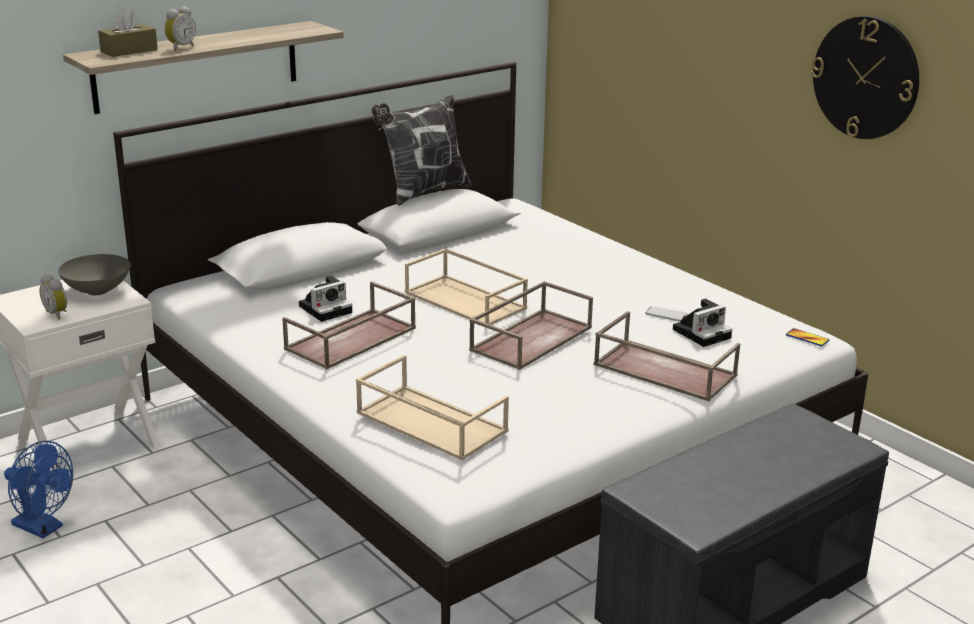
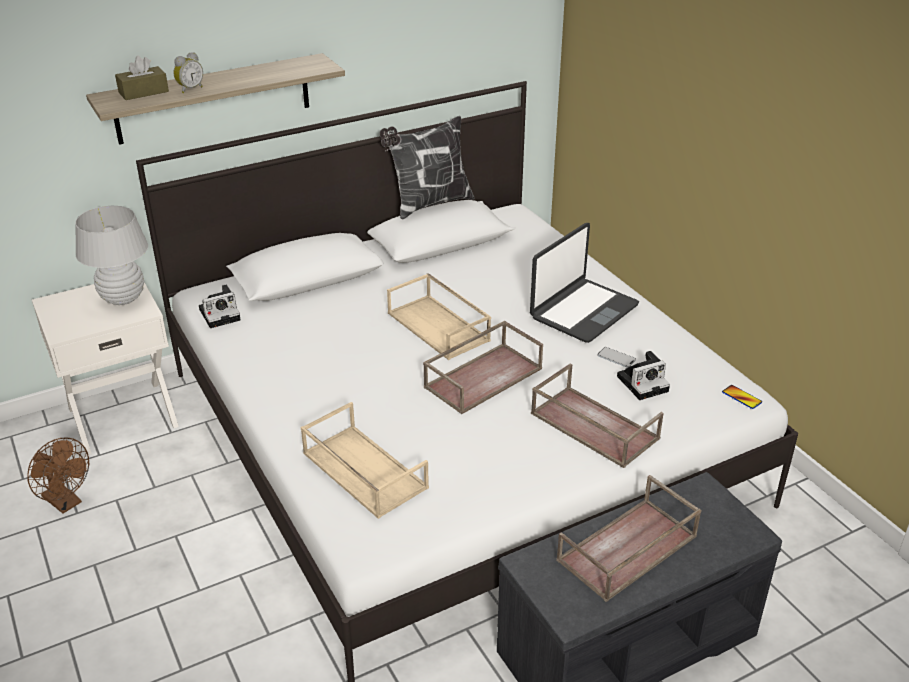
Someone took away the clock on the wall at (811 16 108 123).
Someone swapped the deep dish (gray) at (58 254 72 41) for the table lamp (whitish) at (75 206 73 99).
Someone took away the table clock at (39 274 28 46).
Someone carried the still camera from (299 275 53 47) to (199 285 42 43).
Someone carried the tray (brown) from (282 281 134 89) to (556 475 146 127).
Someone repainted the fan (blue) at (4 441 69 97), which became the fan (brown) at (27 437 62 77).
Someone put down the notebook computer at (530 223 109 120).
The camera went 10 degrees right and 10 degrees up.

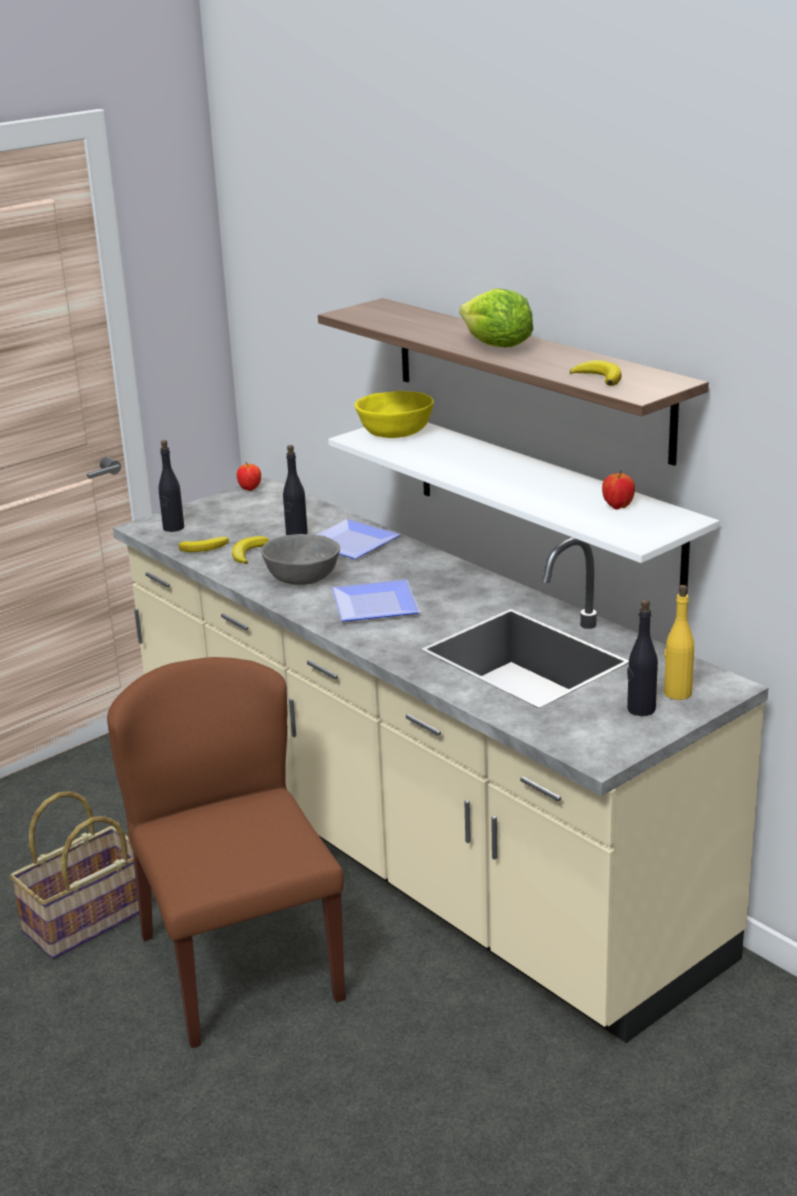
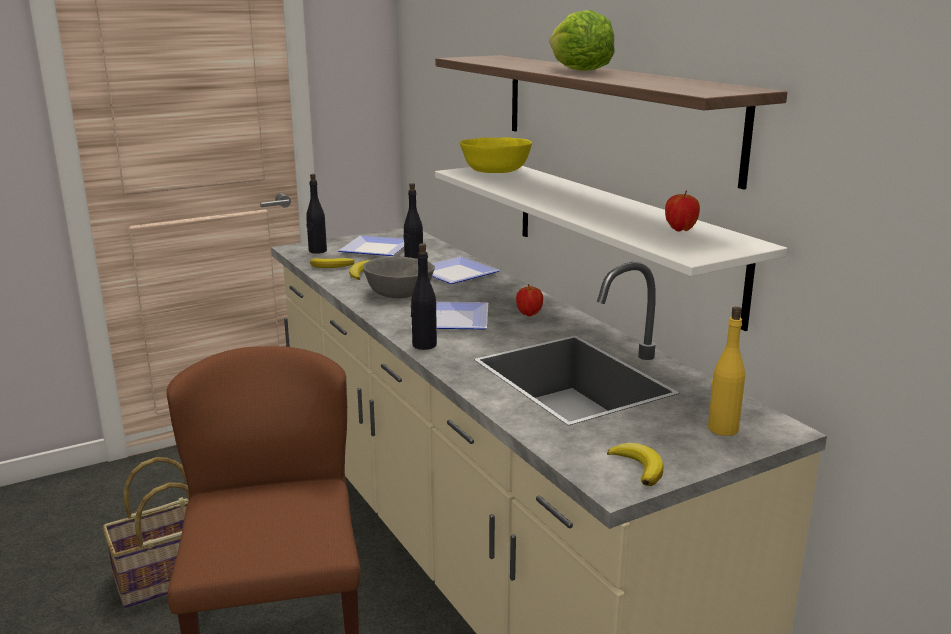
Someone carried the whole banana from (570 360 51 26) to (607 443 57 43).
Someone carried the apple fruit from (237 462 24 29) to (516 284 27 32).
Someone carried the beverage bottle (black-coloured) from (627 599 31 117) to (410 243 27 107).
Someone put down the flat dish at (338 235 66 21).
The camera went 10 degrees right and 5 degrees down.

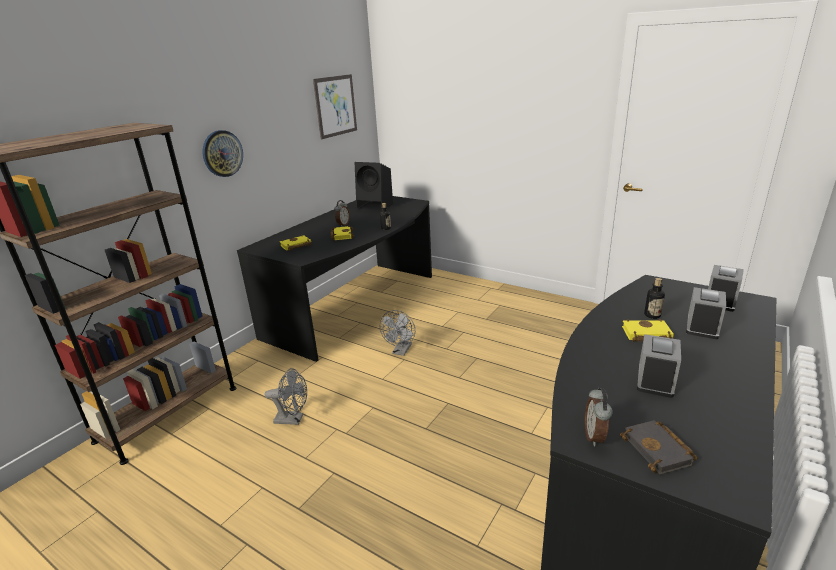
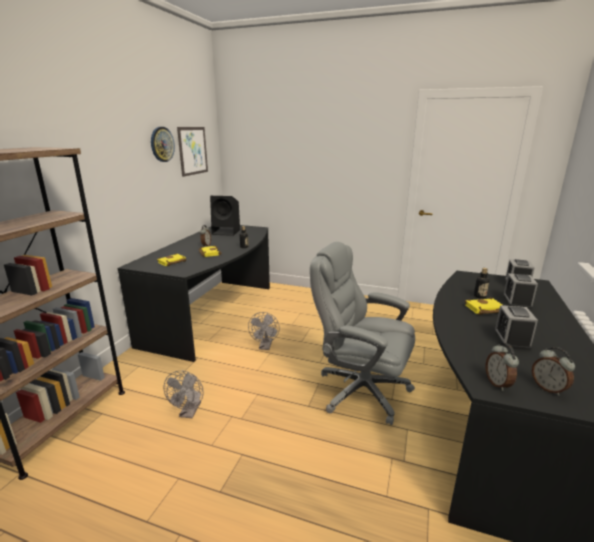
Someone carried the clock on the wall from (203 130 40 47) to (151 127 24 35).
Someone rotated the fan (gray) at (265 368 42 57) by 105 degrees clockwise.
Someone swapped the bound book (black-coloured) at (620 420 78 55) for the table clock at (532 347 43 49).
Someone put down the desk chair (gray) at (310 242 105 183).
The camera went 15 degrees left and 5 degrees down.

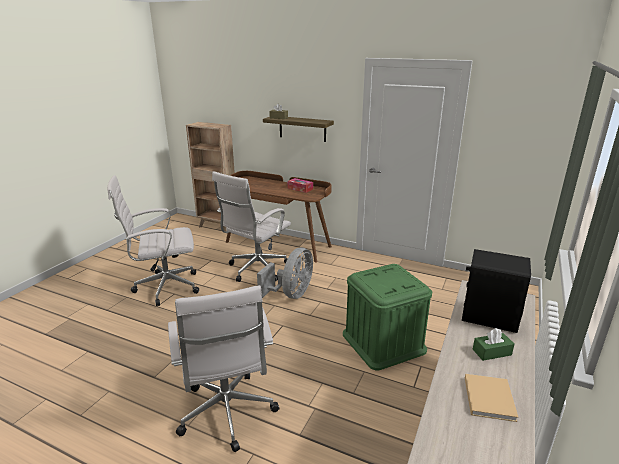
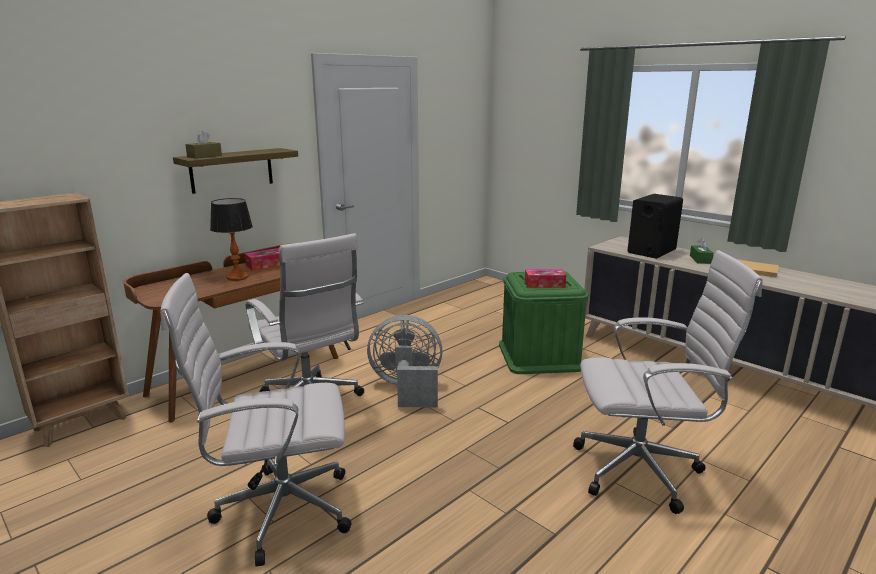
Someone rotated the desk chair (whitish) at (107 175 92 131) by 75 degrees clockwise.
Someone rotated the fan (gray) at (257 248 56 51) by 45 degrees counterclockwise.
Someone put down the table lamp at (210 198 43 83).
Someone put down the tissue holder at (525 269 41 19).
The camera went 70 degrees left and 5 degrees down.

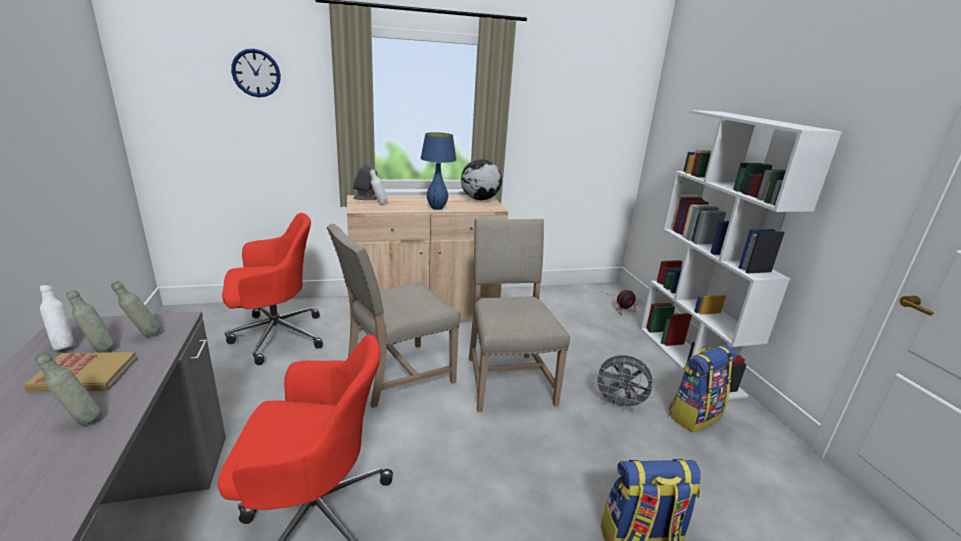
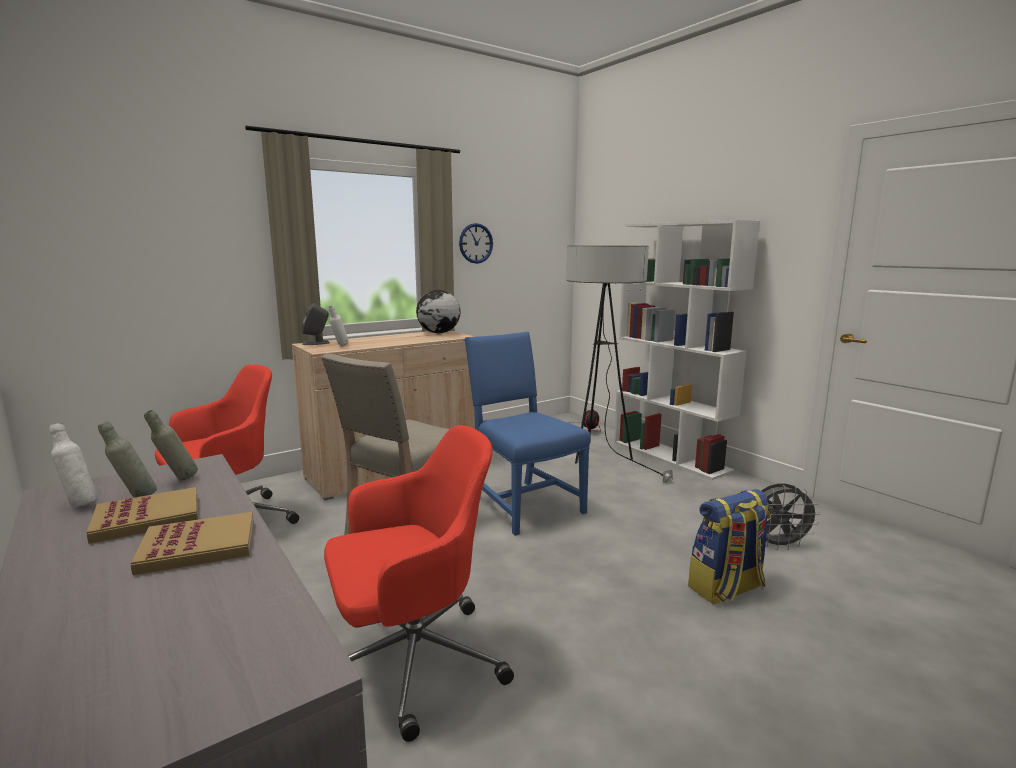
Someone carried the clock on the wall from (231 49 50 48) to (459 223 34 41).
Someone took away the table lamp (blue) at (420 132 36 78).
Someone repainted the chair (beige-coloured) at (469 219 101 193), which became the chair (blue) at (464 332 127 204).
Someone took away the rucksack at (669 345 67 88).
Someone swapped the beverage bottle (gray) at (35 352 67 73) for the bound book at (131 512 123 64).
Someone carried the fan (gray) from (593 355 63 56) to (761 484 60 66).
Someone put down the standard lamp at (566 246 109 238).
The camera went 20 degrees left and 10 degrees down.

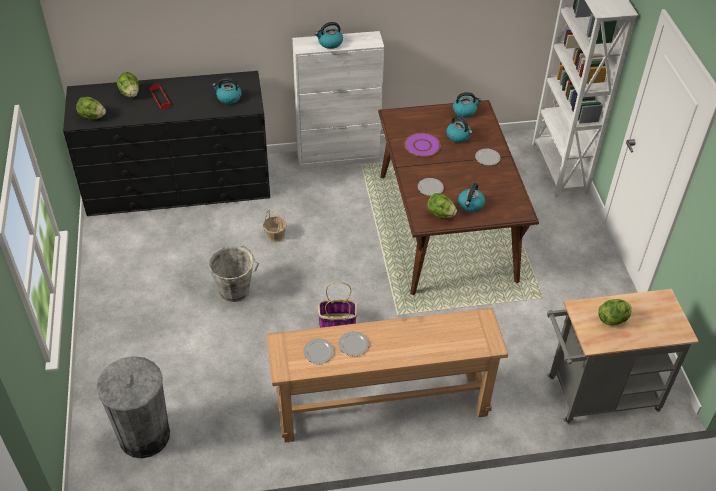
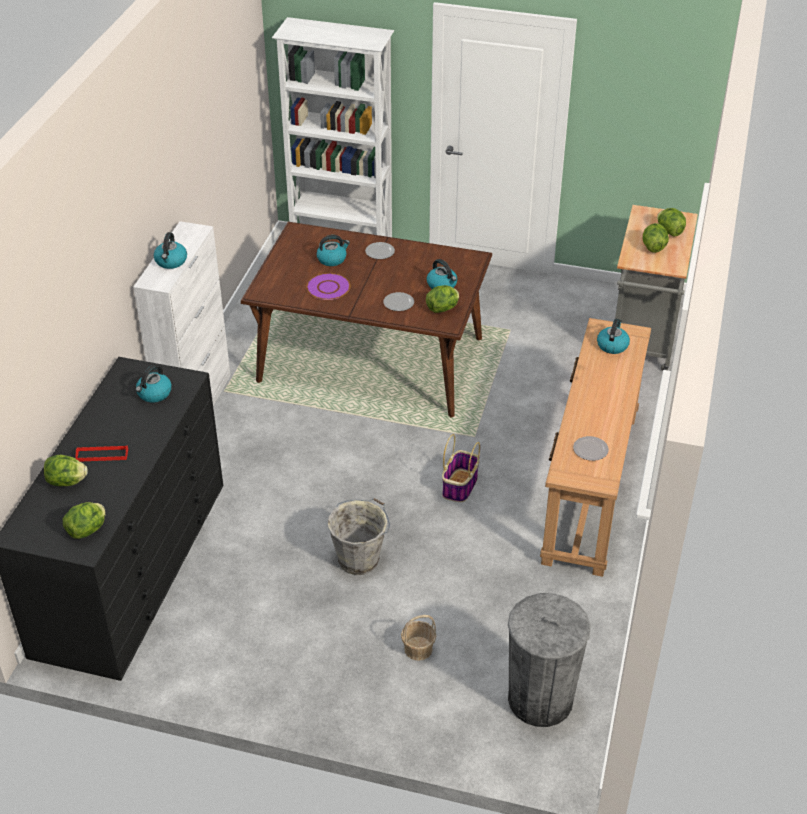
Someone carried the water kettle from (453 92 29 26) to (597 319 33 35).
Someone carried the household basket from (263 209 24 33) to (401 615 35 46).
Someone took away the flat dish at (338 331 31 25).
Someone put down the lettuce at (657 208 29 29).
The camera went 65 degrees left and 5 degrees down.

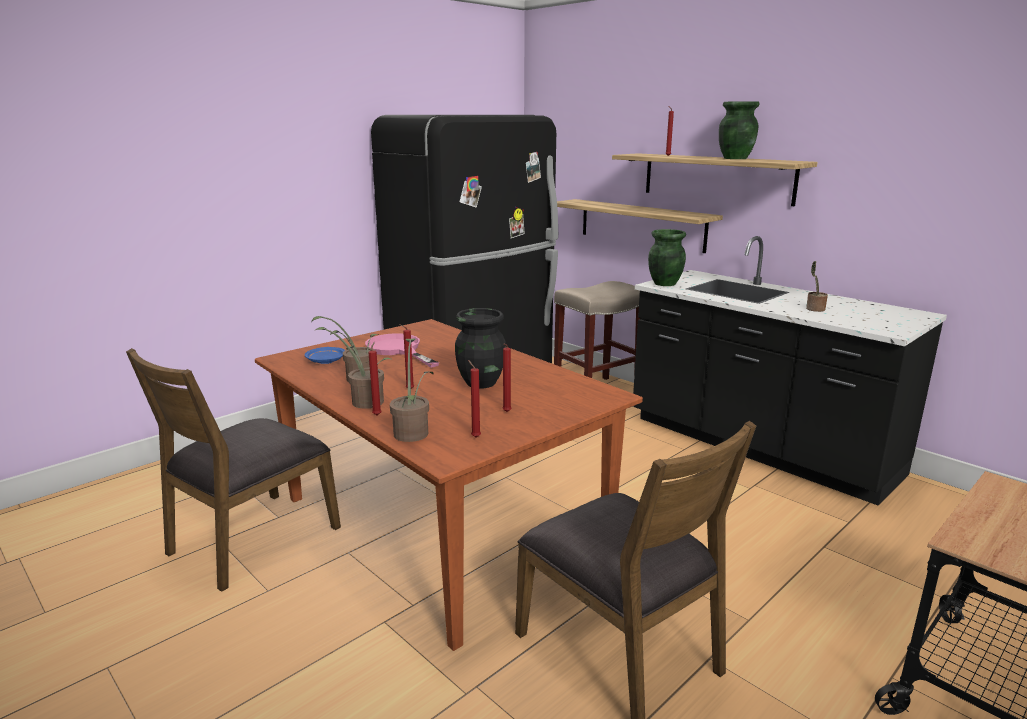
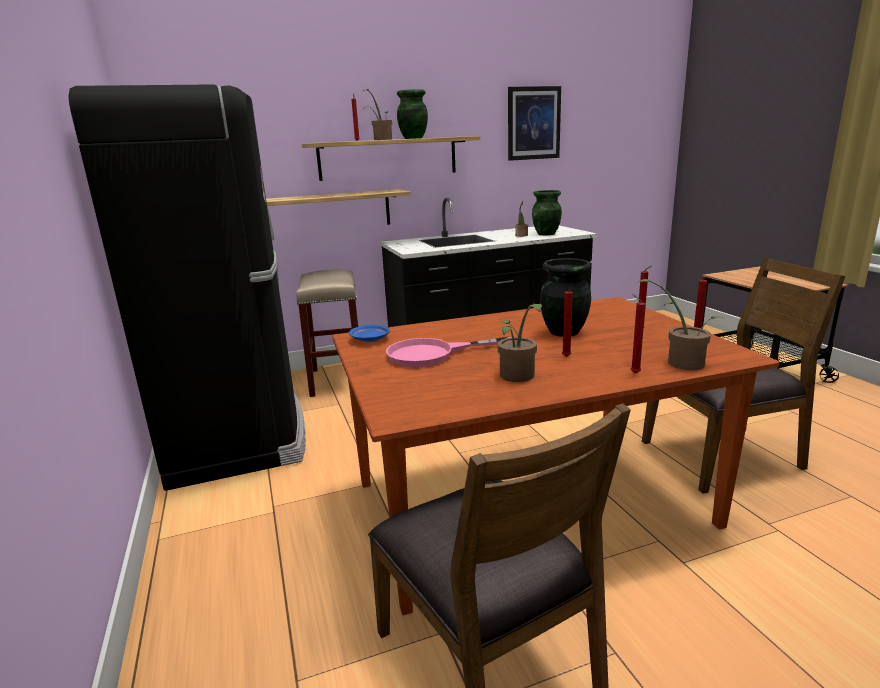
Someone carried the flower vase (green-coloured) from (648 229 38 57) to (532 190 30 45).
Someone carried the houseplant from (314 327 79 82) to (363 89 29 51).
Someone carried the flat dish (blue) from (305 347 40 17) to (349 325 41 17).
Someone put up the picture at (508 86 53 75).
The camera went 65 degrees left and 0 degrees up.

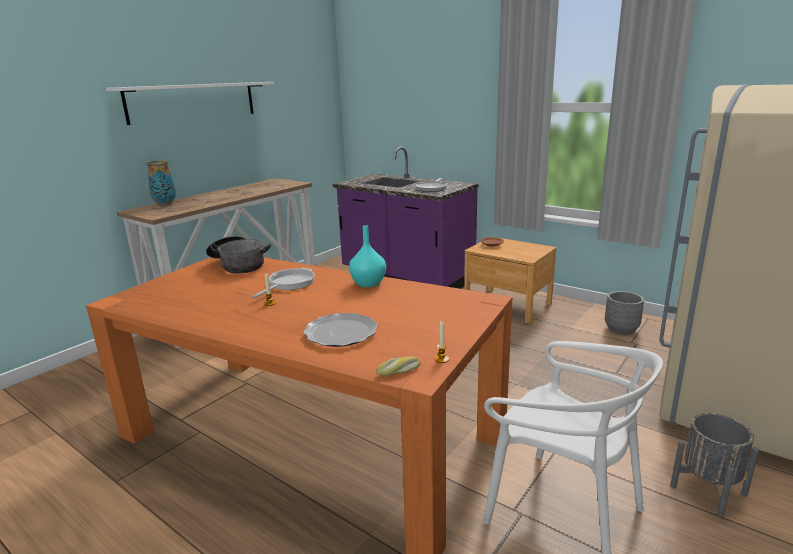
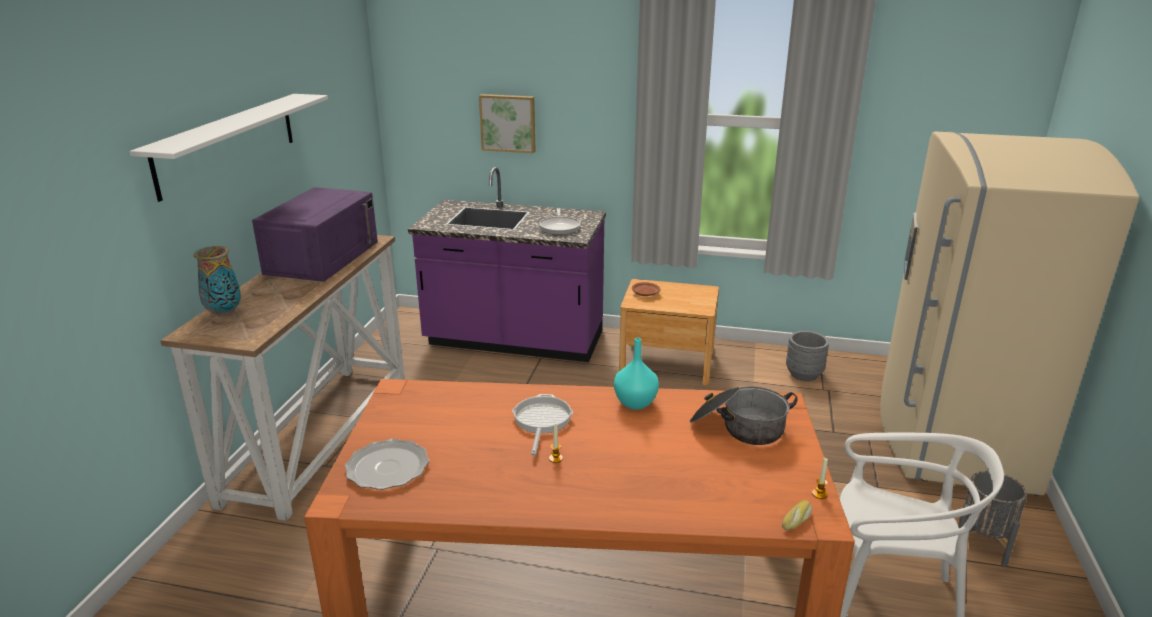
Someone carried the stockpot from (206 236 65 38) to (690 386 107 59).
Someone carried the flat dish from (303 313 75 34) to (345 439 84 51).
Someone put up the picture at (479 94 57 59).
Someone put down the kitchen microwave (purplish) at (252 187 126 95).
The camera went 25 degrees left and 5 degrees up.

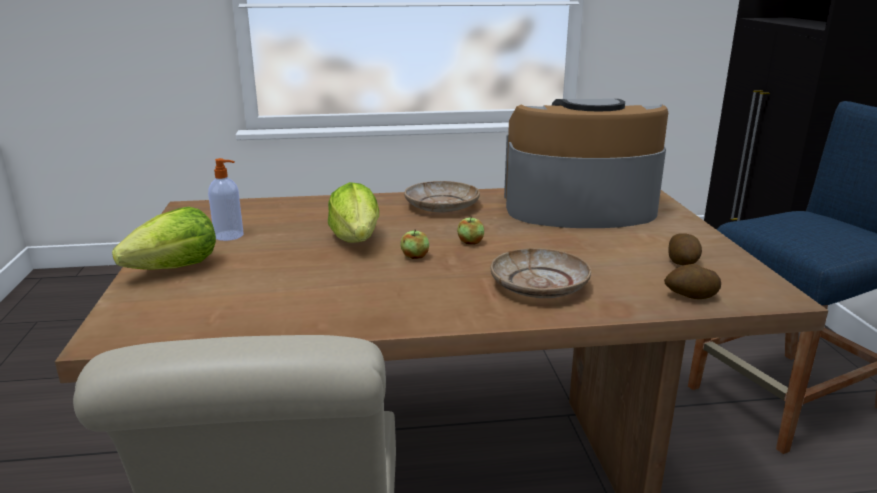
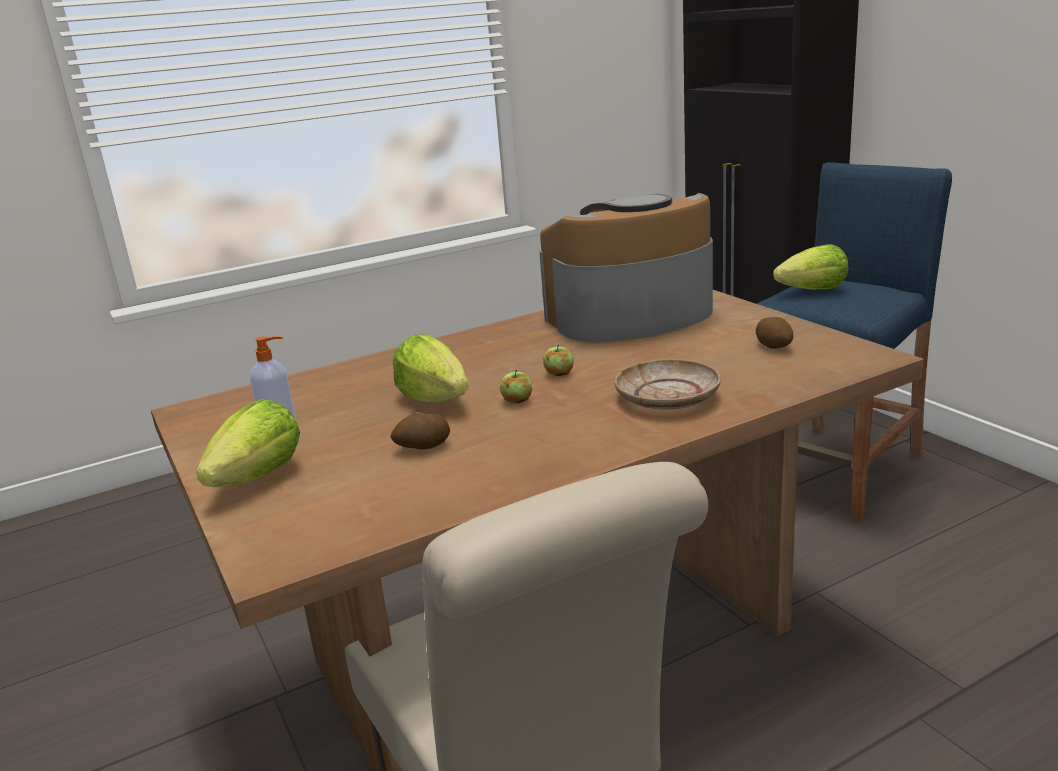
Someone took away the flat dish (beige-coloured) at (404 181 76 32).
Someone carried the potato from (664 264 57 35) to (390 412 60 37).
Someone put down the lettuce at (773 244 75 46).
The camera went 20 degrees left and 0 degrees up.

